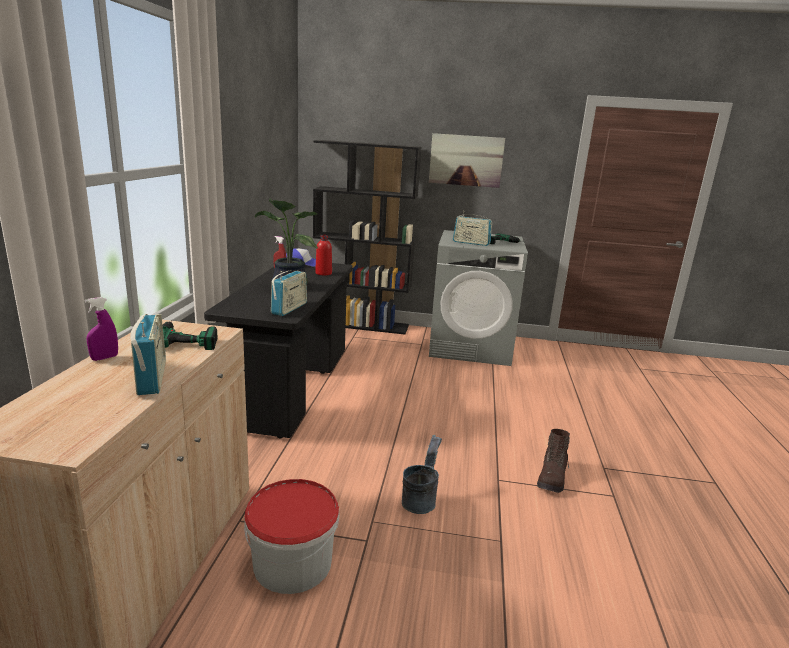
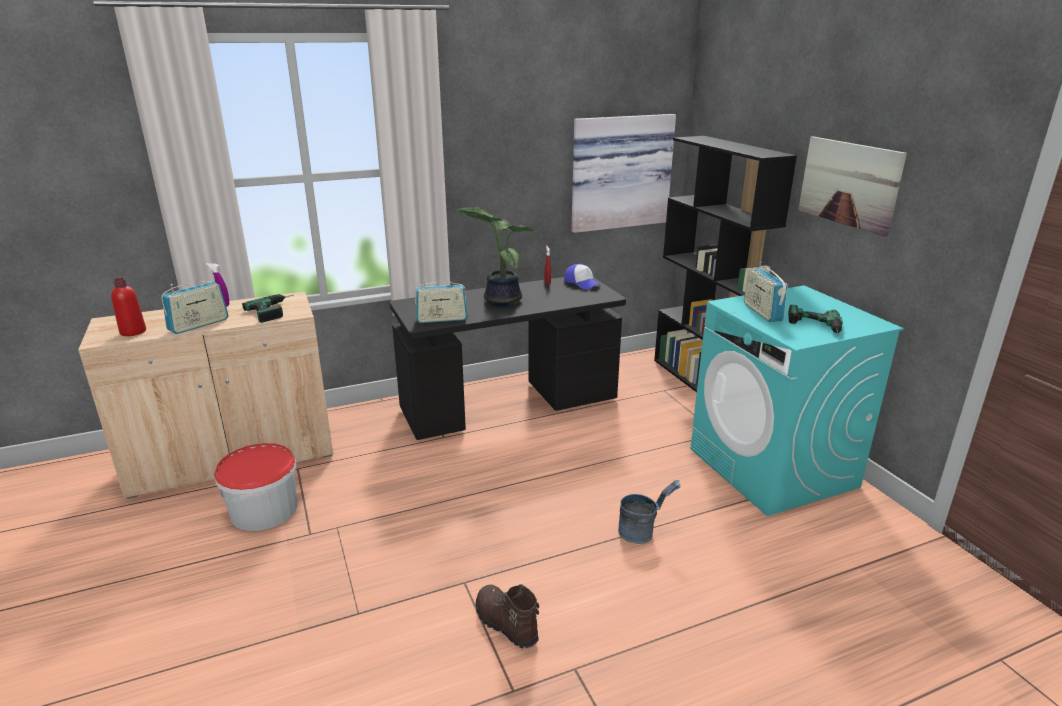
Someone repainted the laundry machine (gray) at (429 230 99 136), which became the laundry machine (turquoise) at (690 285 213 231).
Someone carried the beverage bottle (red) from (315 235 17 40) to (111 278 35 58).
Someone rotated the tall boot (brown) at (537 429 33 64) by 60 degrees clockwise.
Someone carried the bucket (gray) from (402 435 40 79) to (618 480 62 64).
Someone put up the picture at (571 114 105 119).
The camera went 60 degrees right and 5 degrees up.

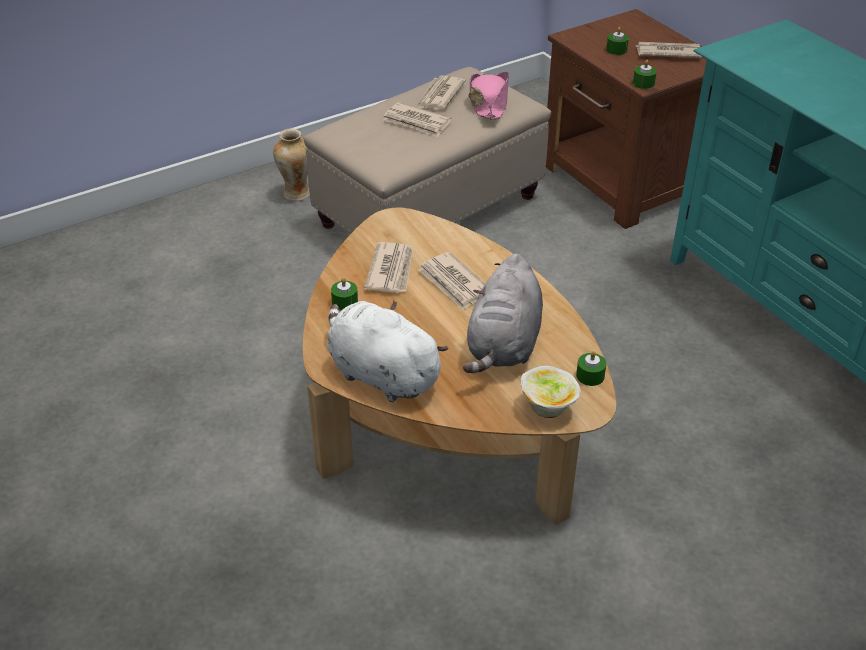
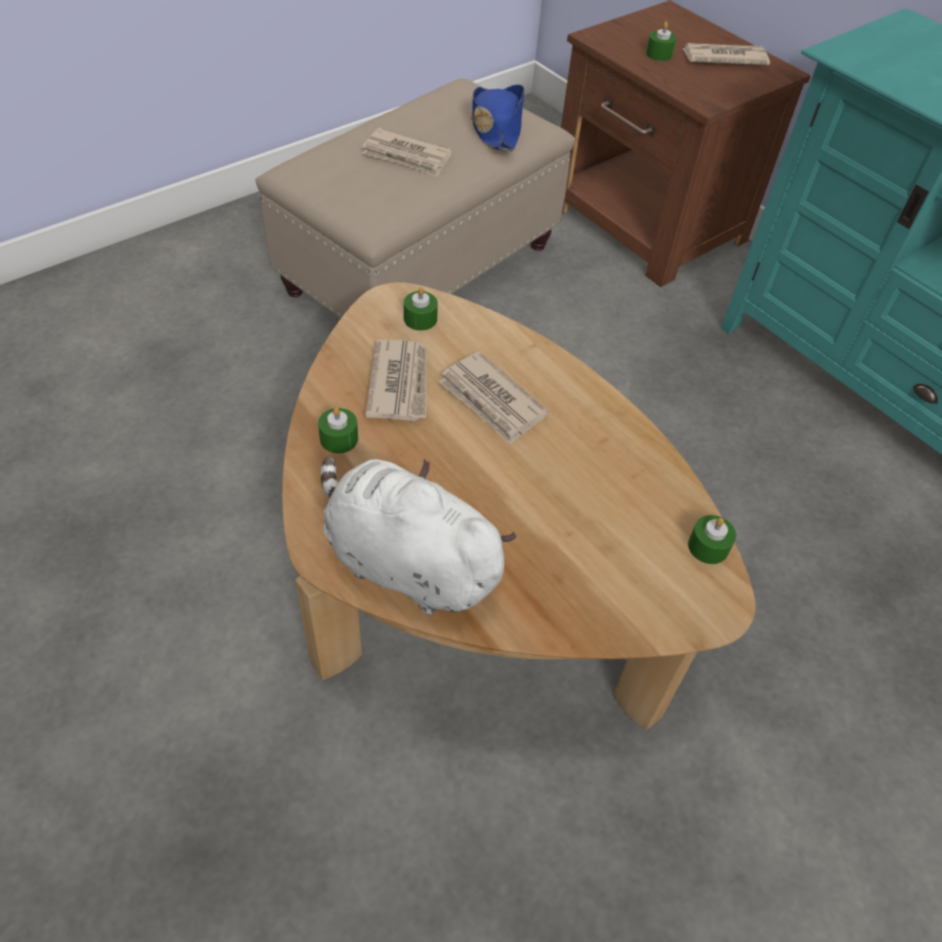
Someone carried the wax candle (green-coloured) from (633 60 24 29) to (404 287 34 44).
Someone repainted the clothing hat (pink-coloured) at (469 72 40 48), which became the clothing hat (blue) at (471 85 54 66).
Someone took away the printed paper at (417 75 49 35).
Someone took away the flower vase at (273 129 37 72).
Someone took away the plush toy (gray) at (463 254 80 119).
Someone took away the deep dish at (521 366 60 52).
The camera went 10 degrees left and 10 degrees up.

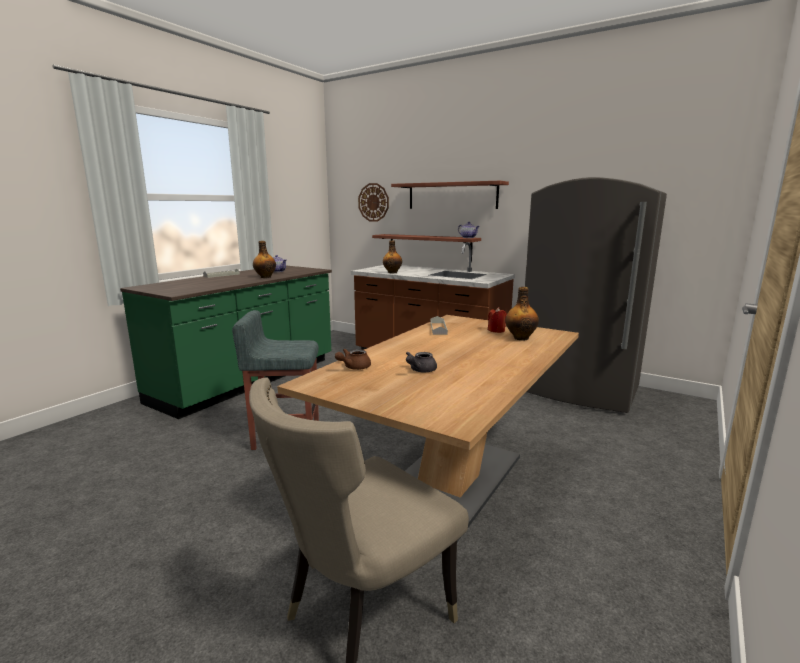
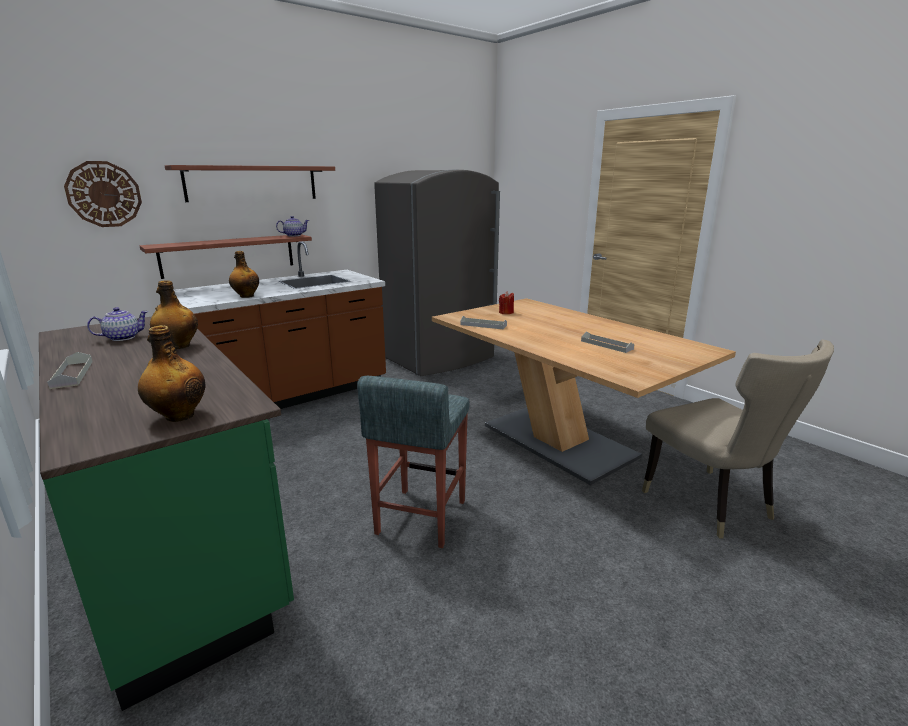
Someone carried the beverage bottle from (505 287 34 54) to (138 325 67 97).
Someone took away the teapot (brown) at (335 349 36 21).
Someone swapped the teapot (gray) at (406 352 31 20) for the tray (gray) at (581 332 54 21).
The camera went 70 degrees left and 5 degrees up.

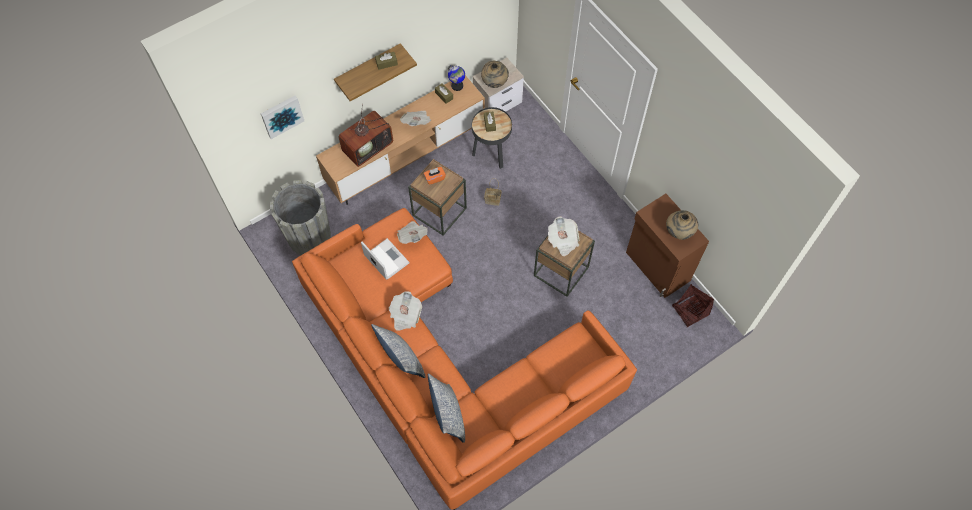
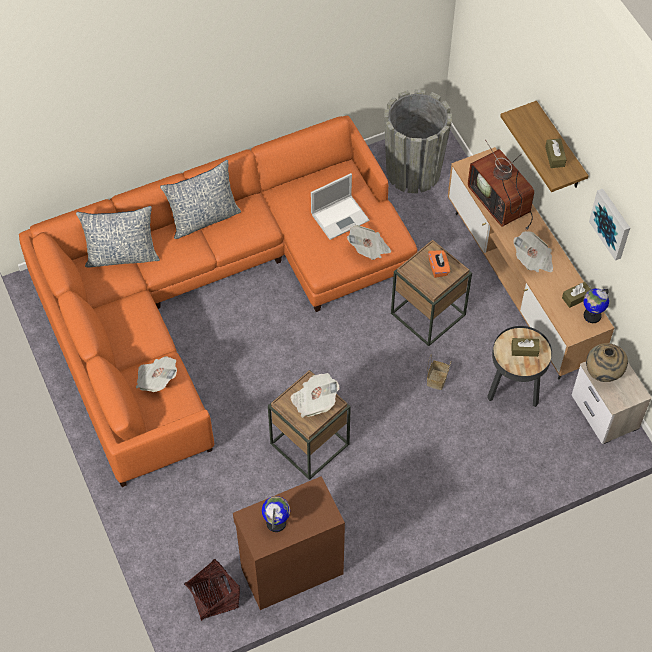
Someone carried the picture from (261 95 43 44) to (589 188 41 73).
Someone swapped the flower vase (beige-coloured) at (666 210 32 30) for the globe at (262 496 28 36).
Someone carried the printed paper from (389 291 33 40) to (136 356 41 36).
The camera went 100 degrees right and 5 degrees down.

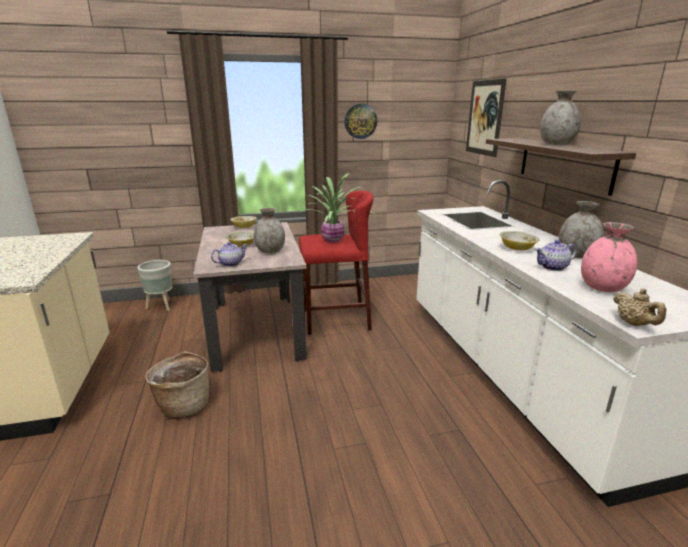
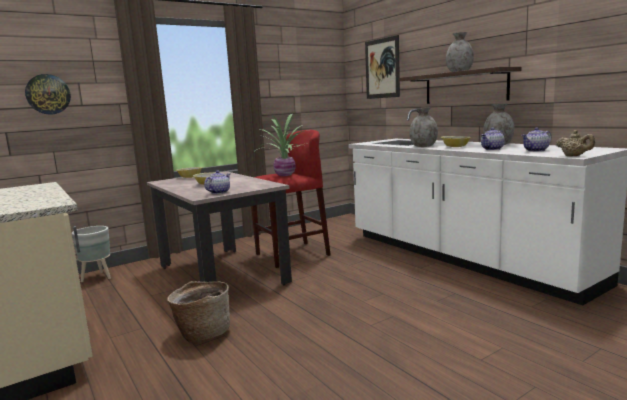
Someone carried the clock on the wall from (345 104 32 35) to (25 74 46 41).
Someone carried the flower vase (gray) from (254 208 31 46) to (409 107 29 40).
Someone swapped the flower vase (pink-coloured) at (581 222 56 70) for the teapot at (521 127 30 25).
The camera went 20 degrees left and 10 degrees down.

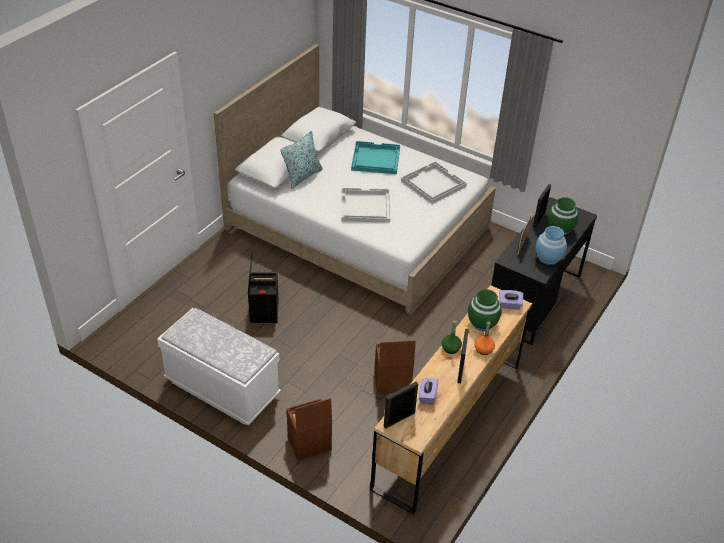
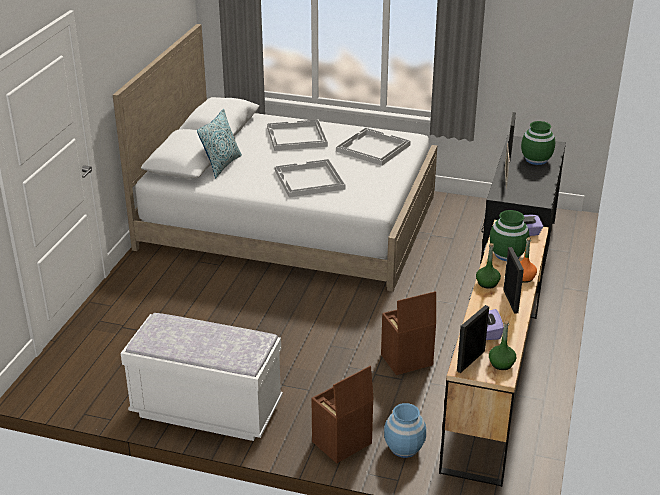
Someone repainted the tray (turquoise) at (351 141 49 33), which became the tray (whitish) at (267 119 61 32).
Someone carried the flower vase (blue) from (535 226 32 39) to (384 403 42 55).
Someone took away the storage bin (black-coloured) at (248 252 30 71).
Someone put down the beverage bottle (green-coloured) at (489 321 28 49).
The camera went 15 degrees left and 10 degrees down.

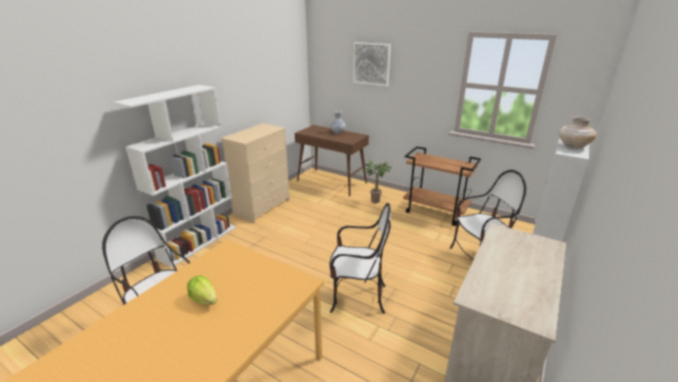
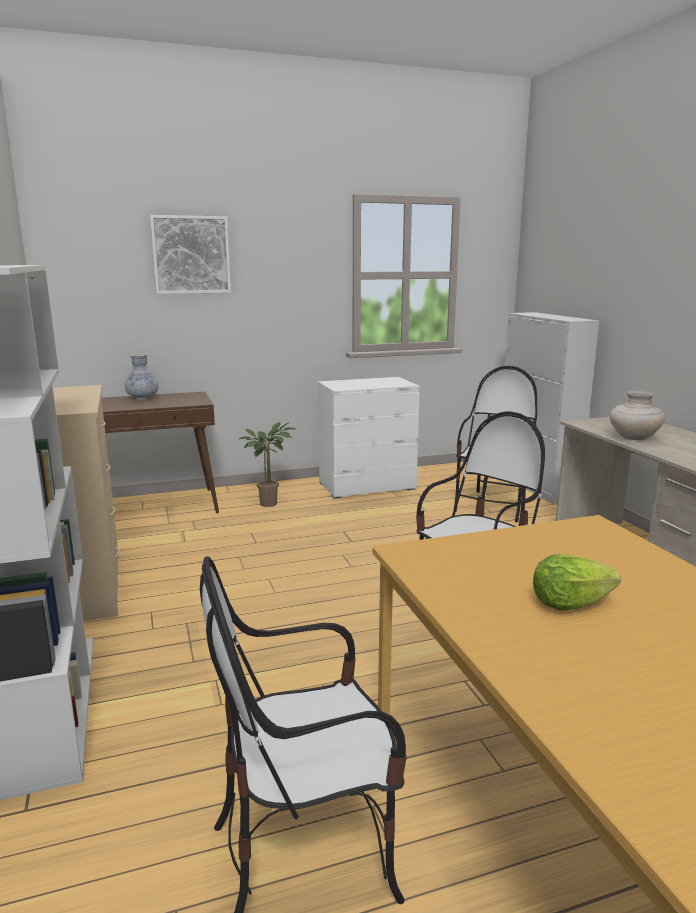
Someone carried the flower vase (beige-coloured) from (559 116 38 33) to (610 391 55 49).
Someone swapped the trolley (brown) at (403 146 78 80) for the chest of drawers (whitish) at (318 377 102 122).
The camera went 50 degrees left and 10 degrees down.

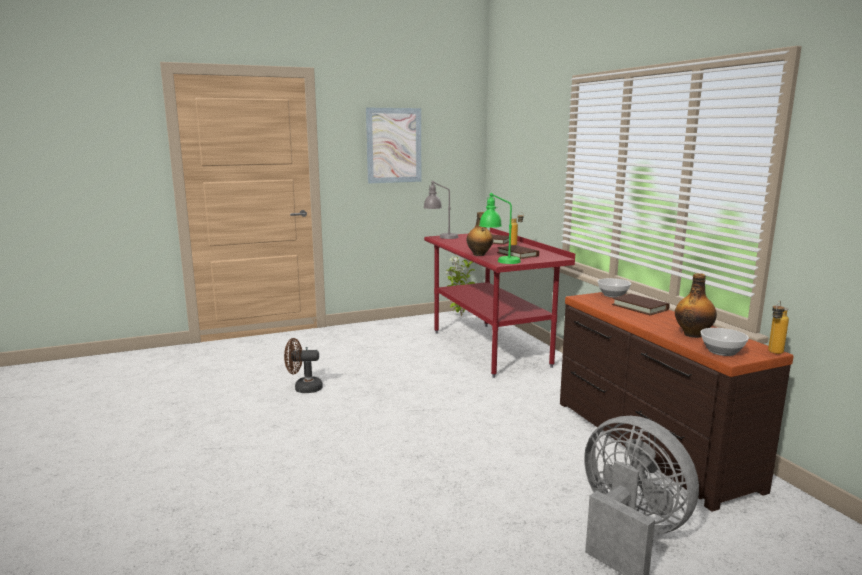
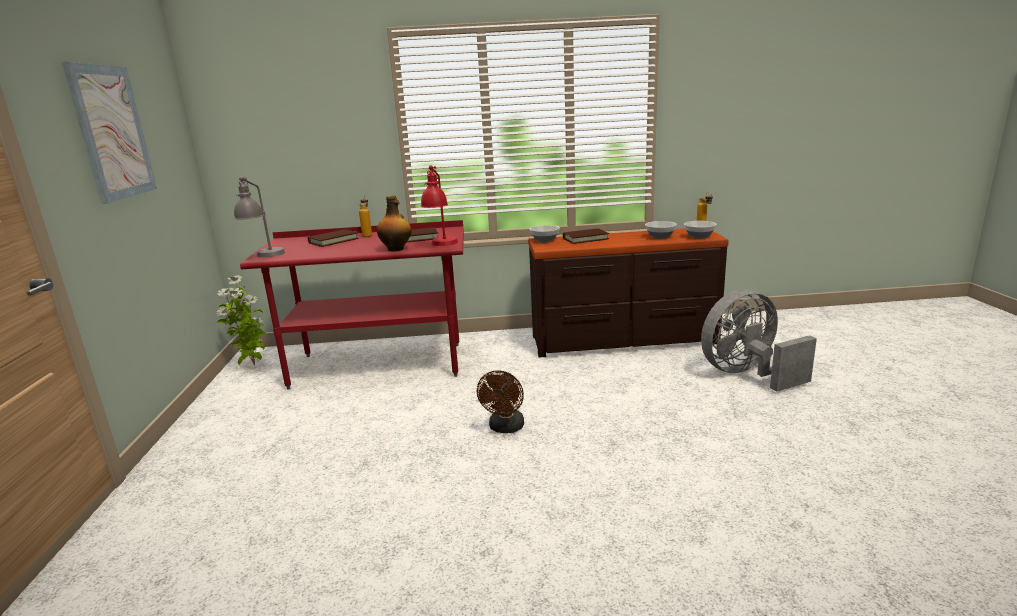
Someone repainted the table lamp (green-coloured) at (479 193 42 71), which became the table lamp (red) at (421 165 37 81).
Someone swapped the beverage bottle at (675 273 42 65) for the deep dish at (645 221 32 18).
Someone carried the fan (brown) from (284 338 39 55) to (477 370 47 63).
The camera went 70 degrees left and 5 degrees up.

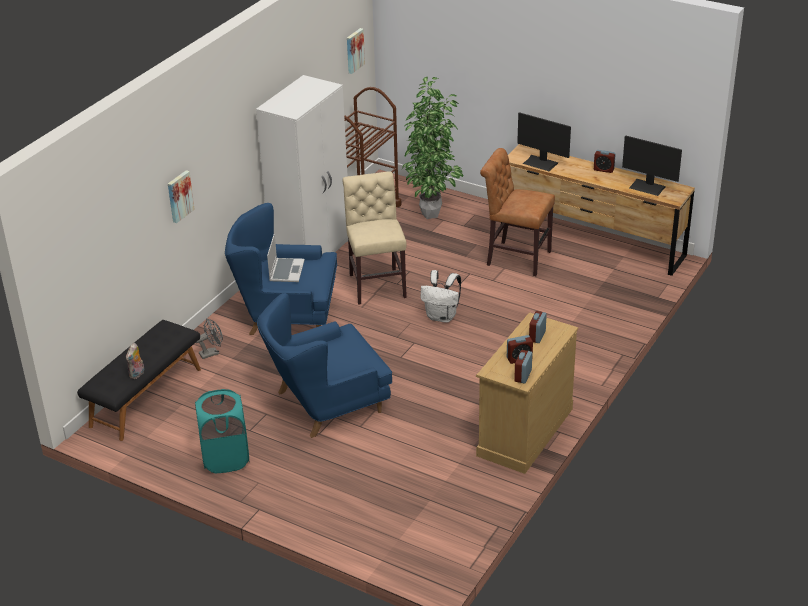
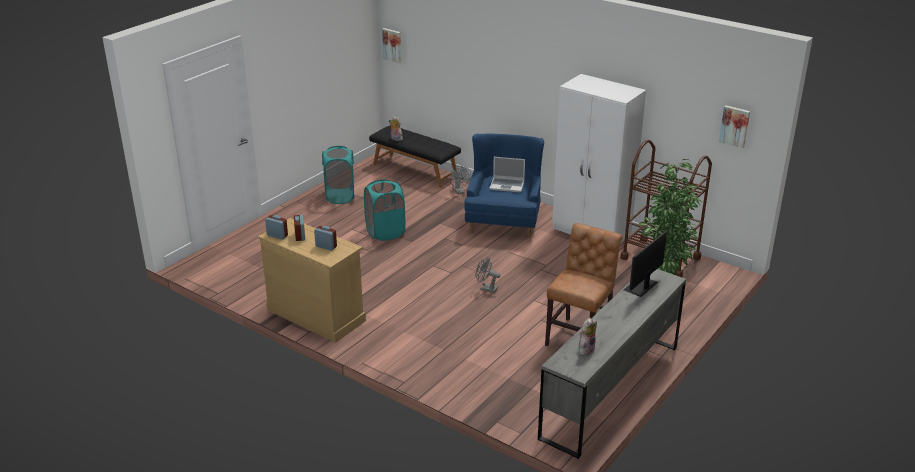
Someone swapped the monitor at (622 135 60 61) for the plush toy at (578 318 19 37).
Someone repainted the chest of drawers (brown) at (501 144 194 132), which became the chest of drawers (gray) at (538 269 148 190).
Someone took away the table clock at (594 150 22 23).
Someone carried the picture from (168 170 27 53) to (382 28 19 35).
Someone took away the chair (beige-coloured) at (342 171 65 134).
Someone swapped the rucksack (whitish) at (421 270 40 53) for the fan (gray) at (475 257 25 36).
Someone swapped the easy chair (blue) at (257 293 135 145) for the washing basket (turquoise) at (364 179 41 62).
The camera went 95 degrees right and 5 degrees down.

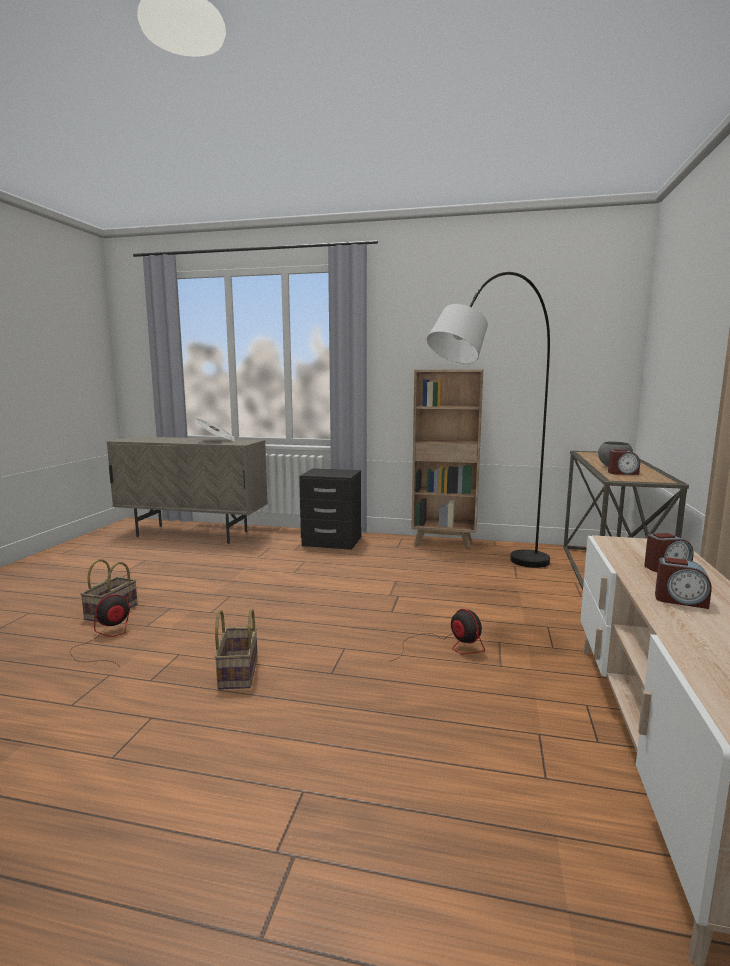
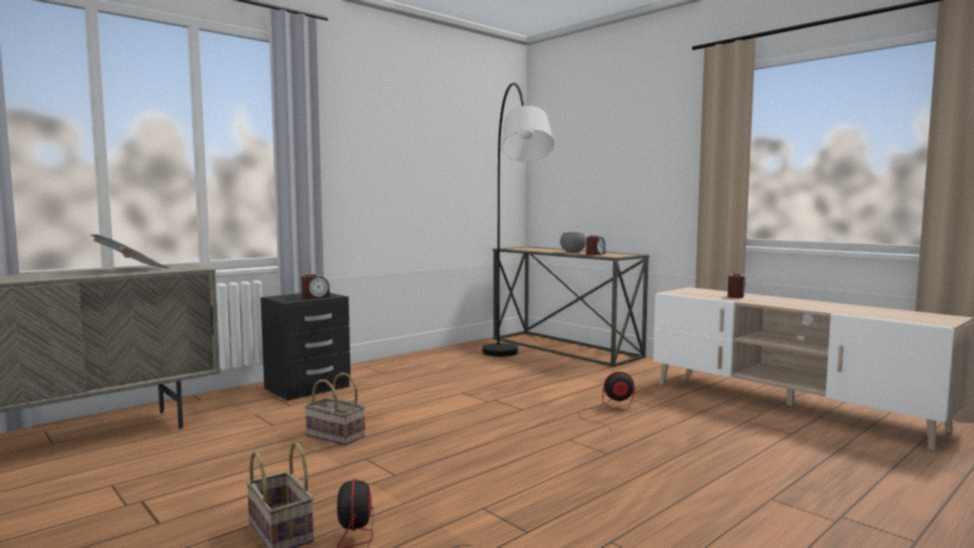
Someone took away the bookshelf (brown) at (412 370 71 180).
Someone carried the table clock from (655 557 57 52) to (301 274 29 25).
Someone carried the household basket from (214 608 44 82) to (304 373 62 73).
The camera went 55 degrees left and 5 degrees down.

